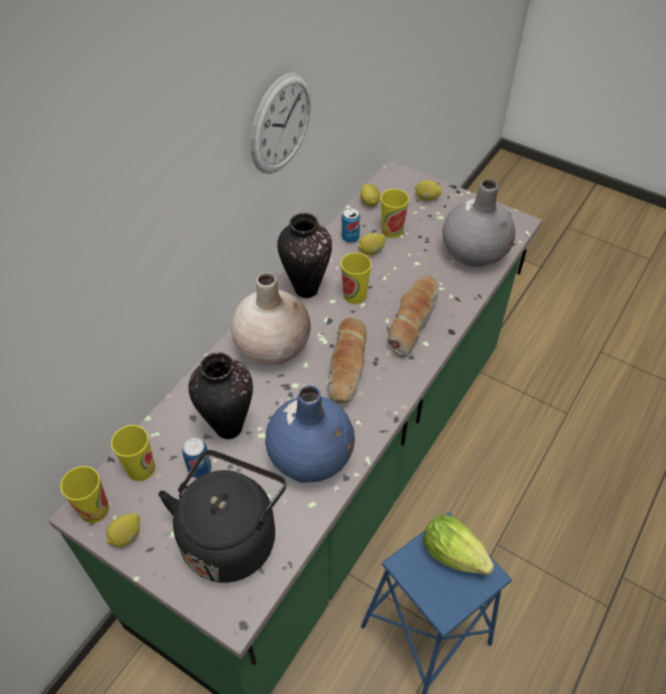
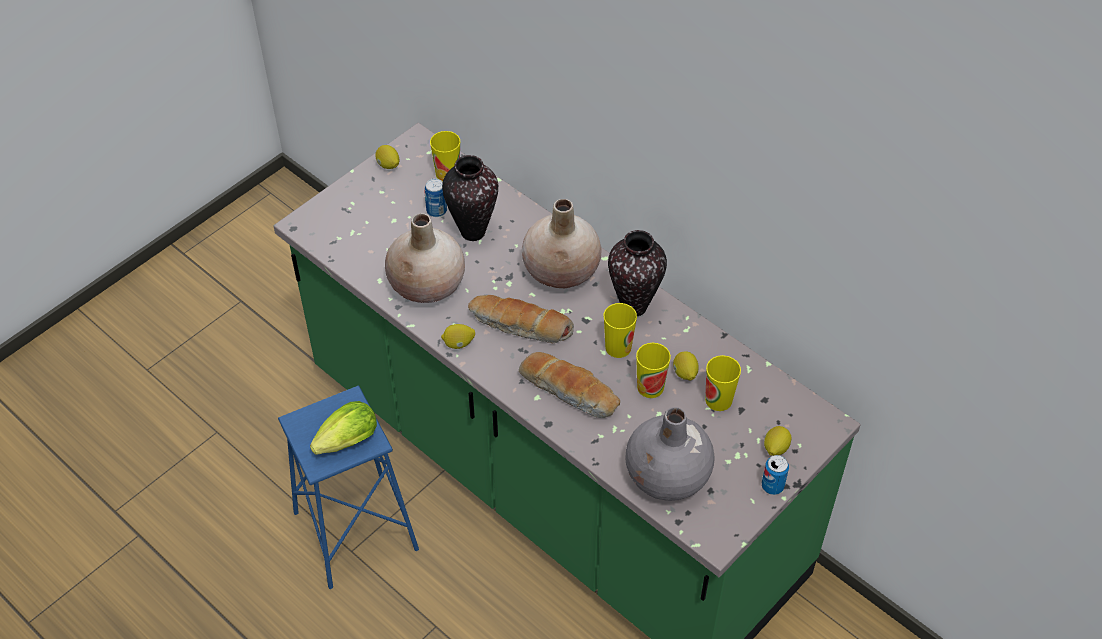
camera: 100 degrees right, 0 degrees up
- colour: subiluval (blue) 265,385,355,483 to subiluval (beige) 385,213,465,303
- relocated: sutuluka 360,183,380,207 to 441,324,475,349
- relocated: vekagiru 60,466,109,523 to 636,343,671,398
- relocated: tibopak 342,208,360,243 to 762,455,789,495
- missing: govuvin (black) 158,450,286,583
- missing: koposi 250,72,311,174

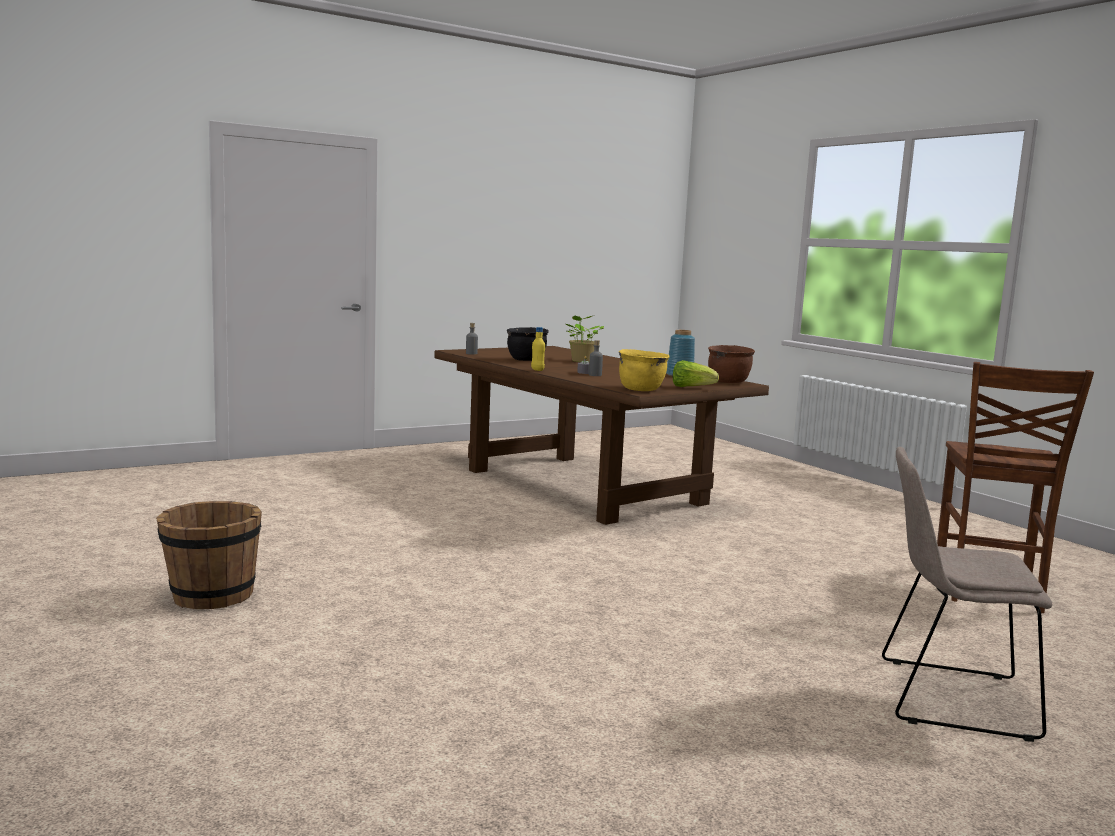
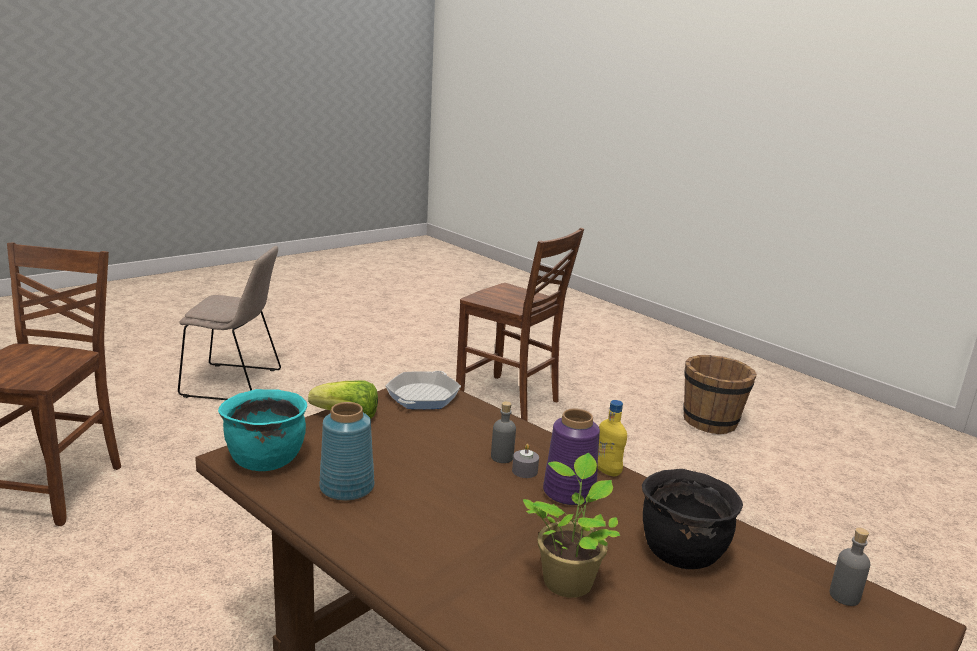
camera: 170 degrees right, 10 degrees up
- colour: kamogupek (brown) 708,345,755,383 to kamogupek (turquoise) 218,389,307,471
- exchanged: kamogupek (yellow) 619,349,669,391 to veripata 386,371,461,409
- appeared: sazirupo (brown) 456,228,584,421
- appeared: subiluval (purple) 543,409,600,505

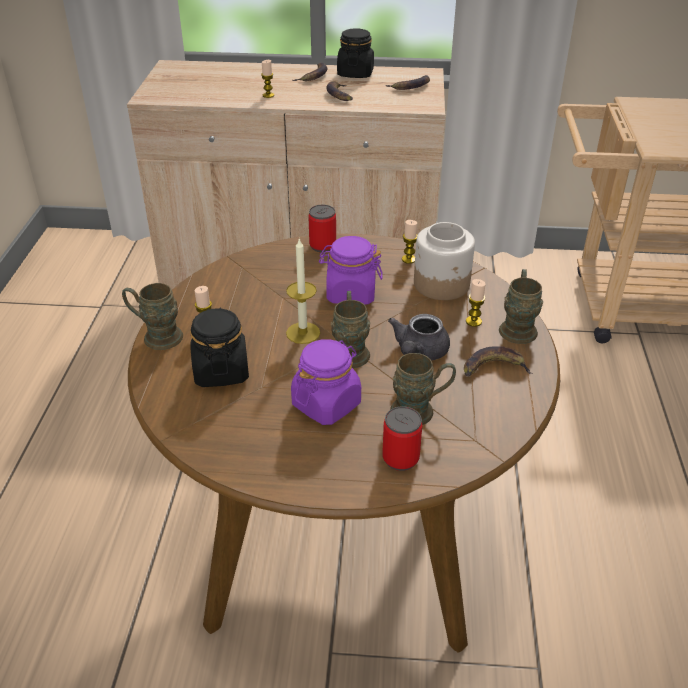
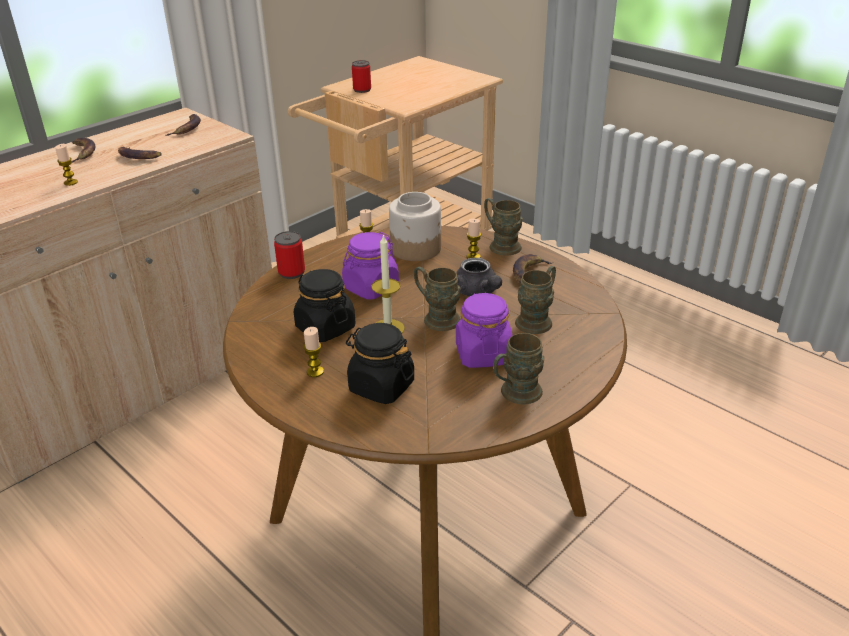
camera: 50 degrees left, 5 degrees down
- relocated: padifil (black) 337,29,374,78 to 294,269,355,342
- relocated: tibopak 382,406,422,471 to 352,60,371,93
- relocated: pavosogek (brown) 122,283,183,350 to 493,333,545,404

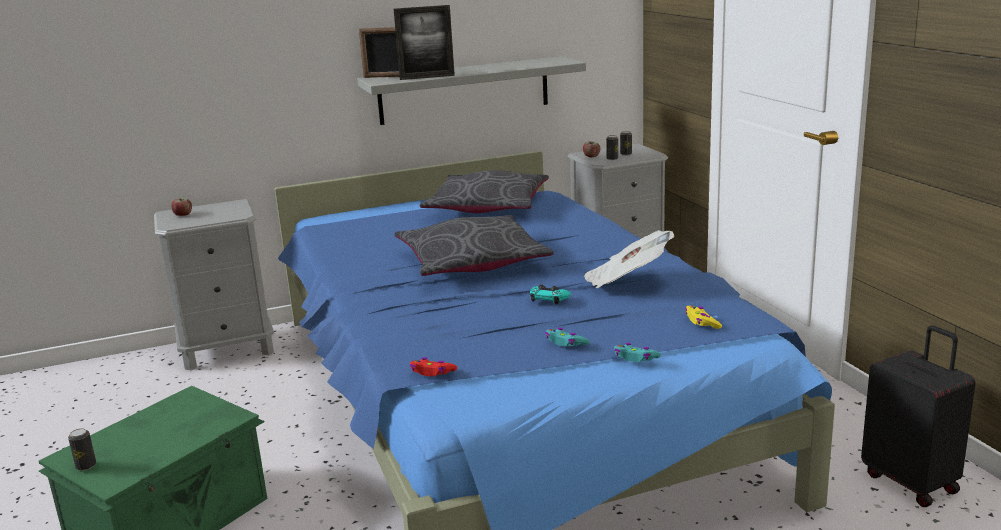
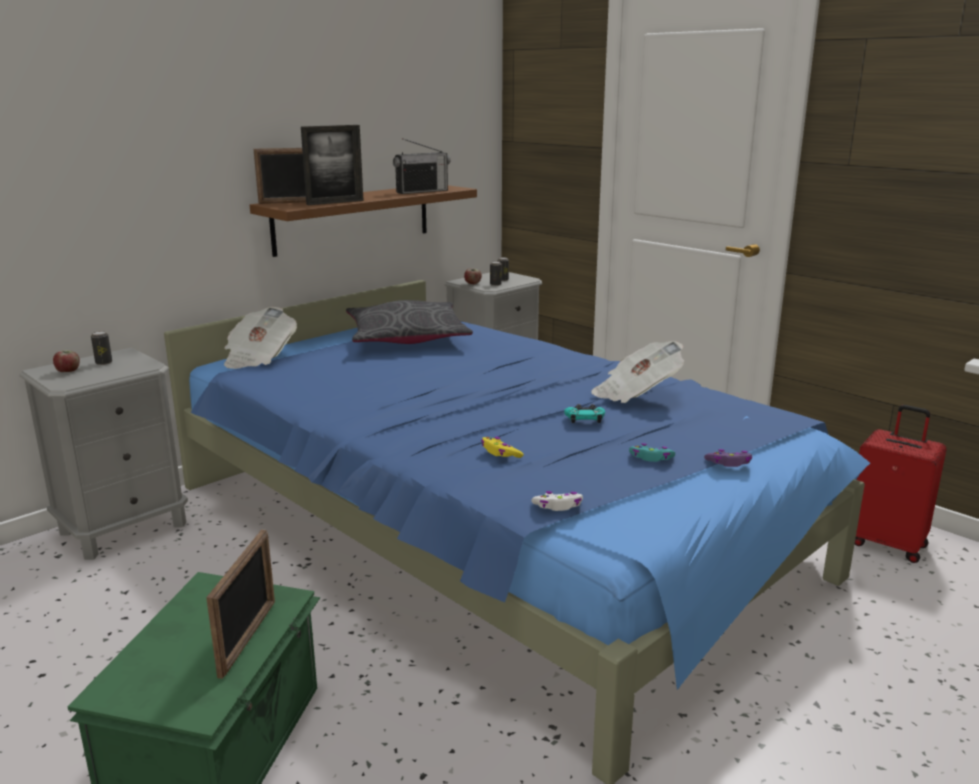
camera: 25 degrees left, 0 degrees up
- relocated: tibopak 68,428,96,471 to 91,331,112,365
- appeared: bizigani 206,529,275,679
- appeared: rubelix 224,307,297,369
- colour: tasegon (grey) 357,56,586,125 to tasegon (brown) 250,185,477,257
- appeared: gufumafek 393,138,450,194
- relocated: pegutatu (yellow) 685,306,722,329 to 481,437,524,458
- colour: pegutatu (red) 410,357,457,376 to pegutatu (white) 531,491,583,511
- colour: pegutatu (turquoise) 614,343,661,362 to pegutatu (purple) 704,449,752,467
- colour: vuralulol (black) 861,325,976,507 to vuralulol (red) 855,405,947,563
- missing: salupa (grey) 394,215,554,276

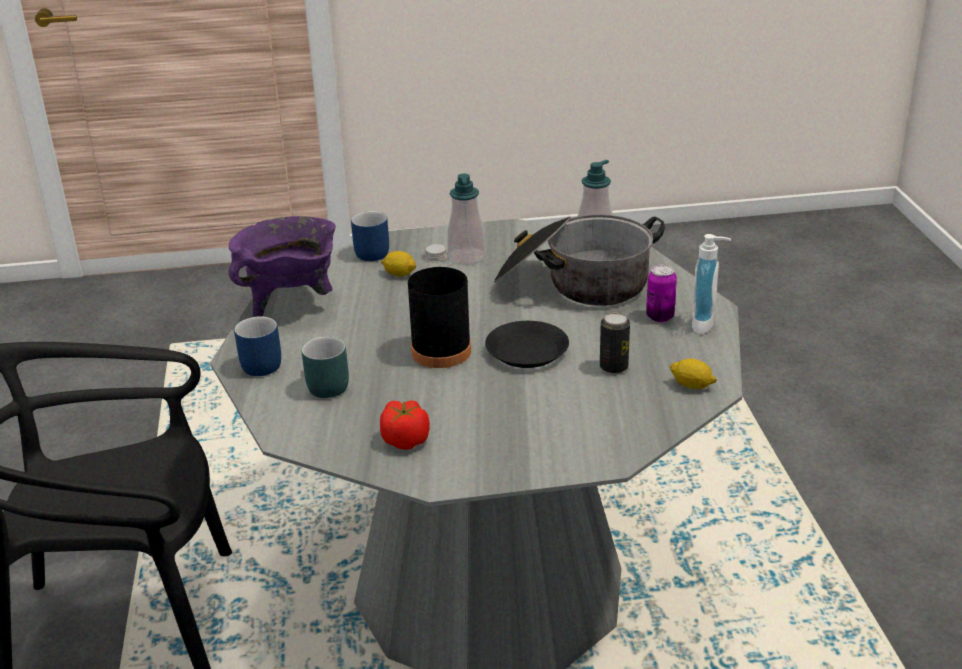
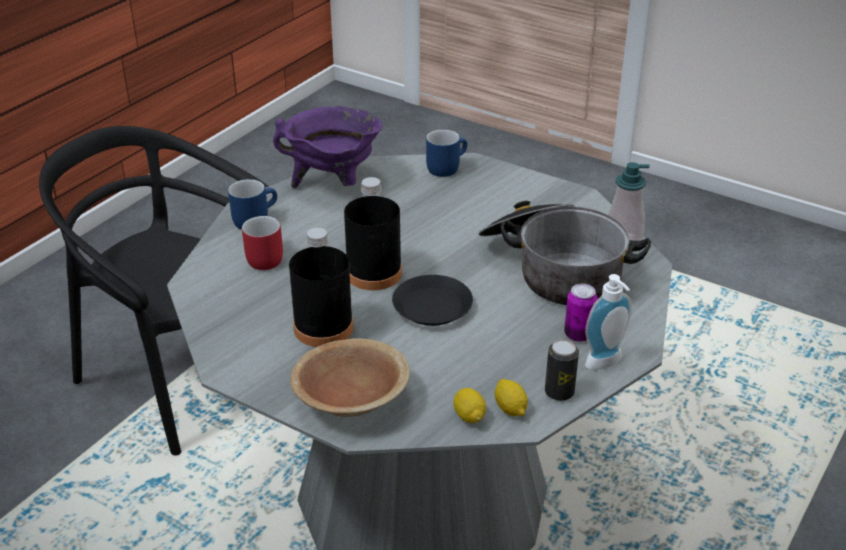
camera: 40 degrees right, 5 degrees up
- colour: pavosogek (turquoise) 301,336,349,398 to pavosogek (red) 242,216,283,270
- appeared: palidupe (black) 289,228,353,347
- appeared: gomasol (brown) 290,338,410,417
- relocated: sutuluka 381,251,416,277 to 453,388,486,423
- relocated: tibopak 600,313,630,374 to 545,340,579,401
- missing: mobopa 380,400,430,450
- missing: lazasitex 447,174,486,265

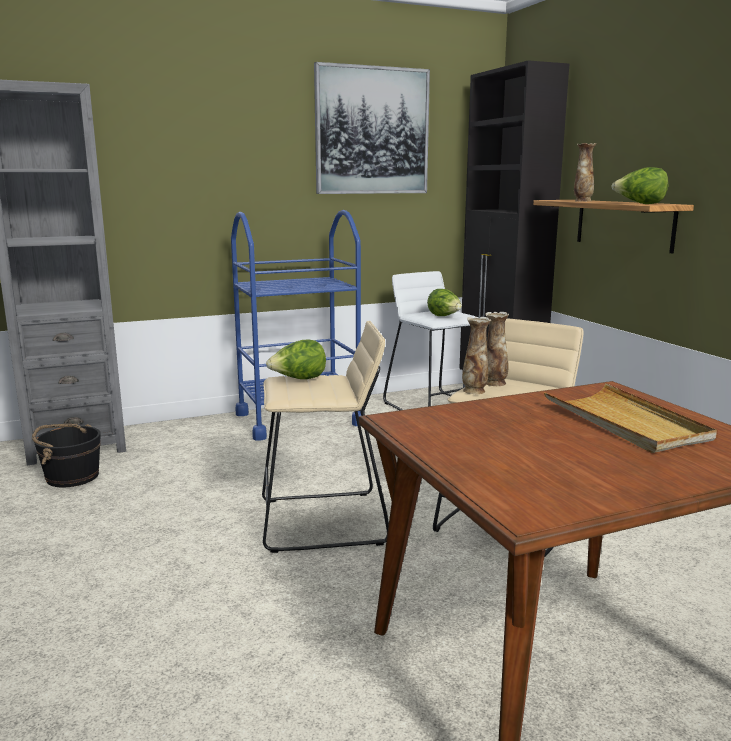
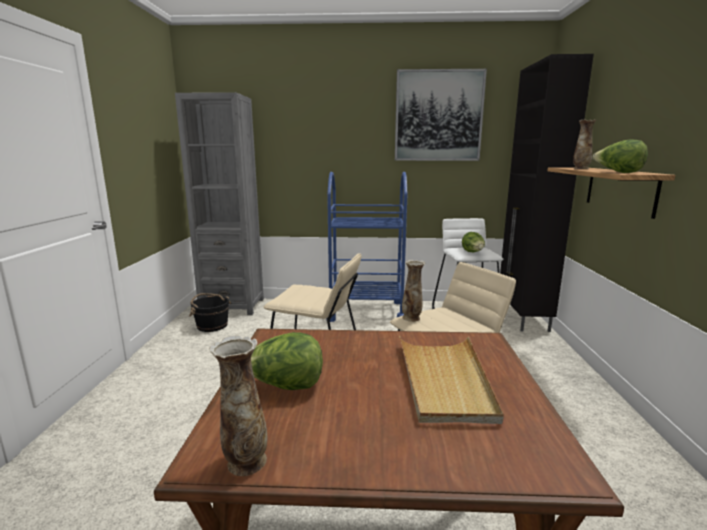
camera: 25 degrees right, 0 degrees up
- relocated: subiluval 486,312,509,386 to 209,336,268,476
- relocated: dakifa 266,339,326,379 to 251,332,323,390

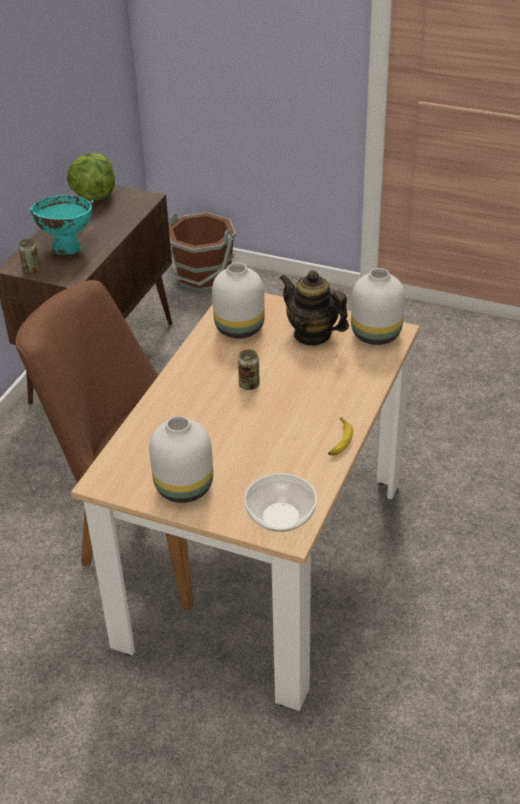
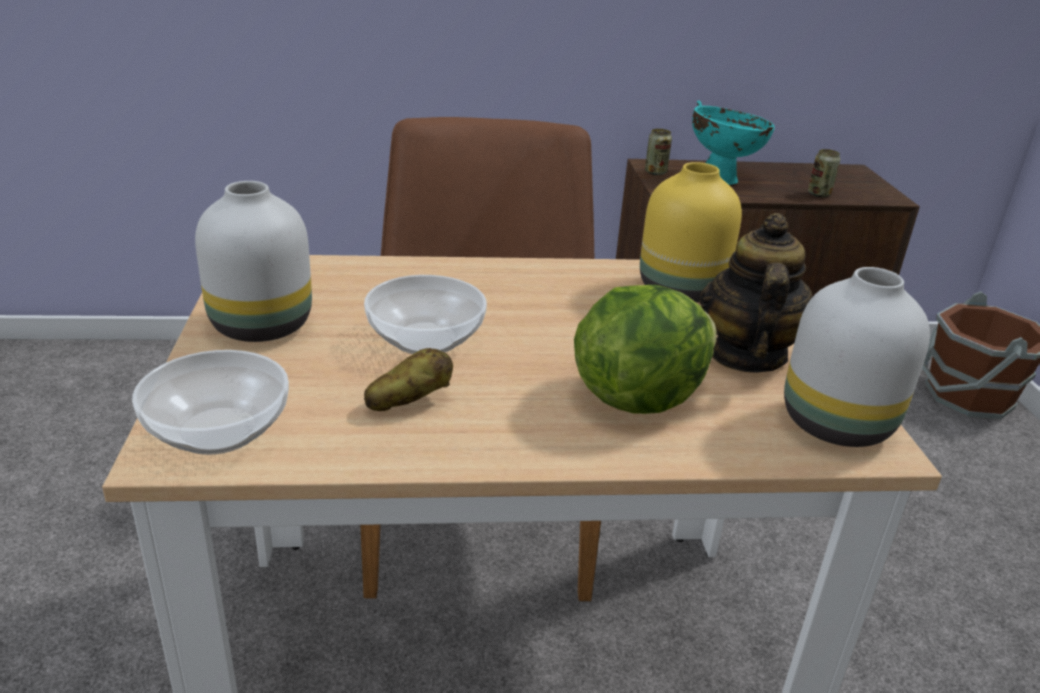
camera: 60 degrees right, 10 degrees down
- appeared: gomasol 364,275,487,354
- appeared: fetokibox 364,348,453,411
- relocated: dakifa 67,153,115,200 to 574,285,717,414
- colour: subiluval (white) 212,262,265,338 to subiluval (yellow) 640,162,742,303
- relocated: tibopak 238,349,260,390 to 808,149,840,197
- missing: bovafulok 328,417,353,455

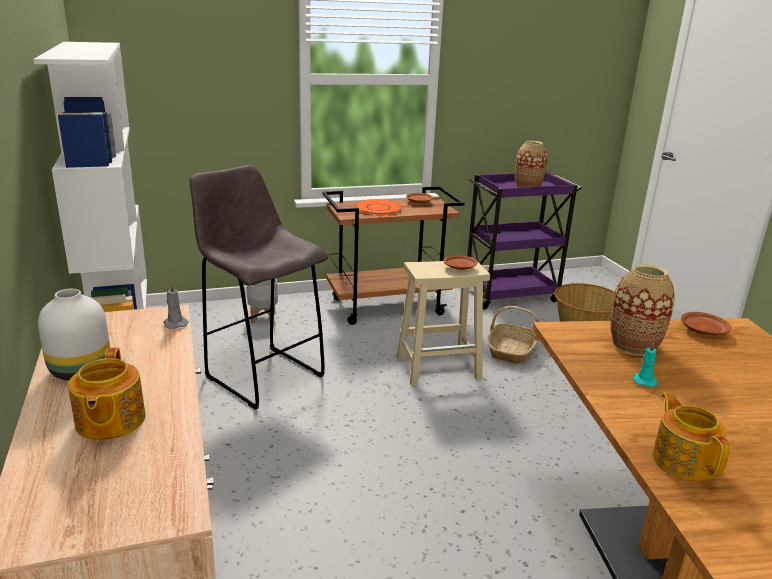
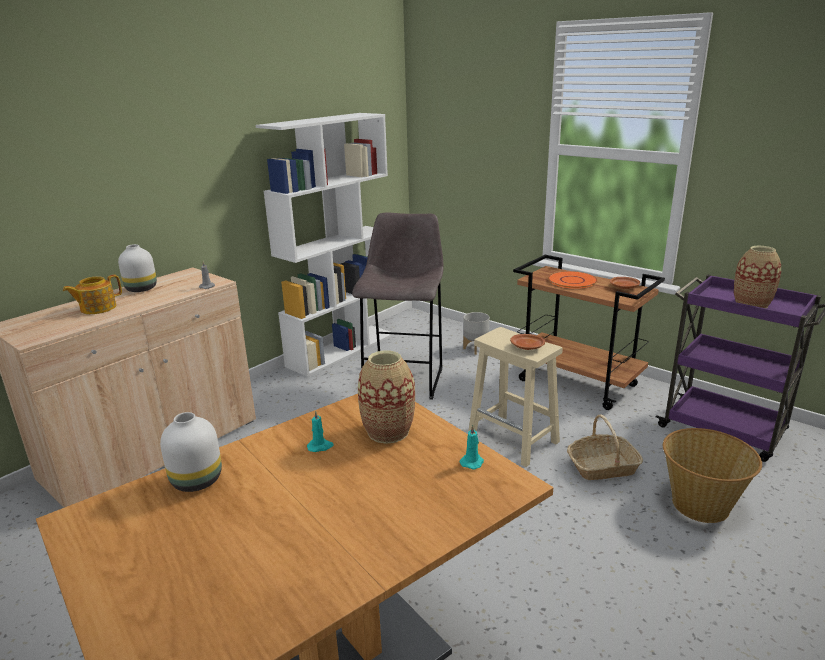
camera: 60 degrees right, 0 degrees up
- exchanged: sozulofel 652,392,731,482 to subiluval (white) 160,412,222,492
- exchanged: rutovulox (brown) 681,312,731,335 to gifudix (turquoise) 460,425,484,469

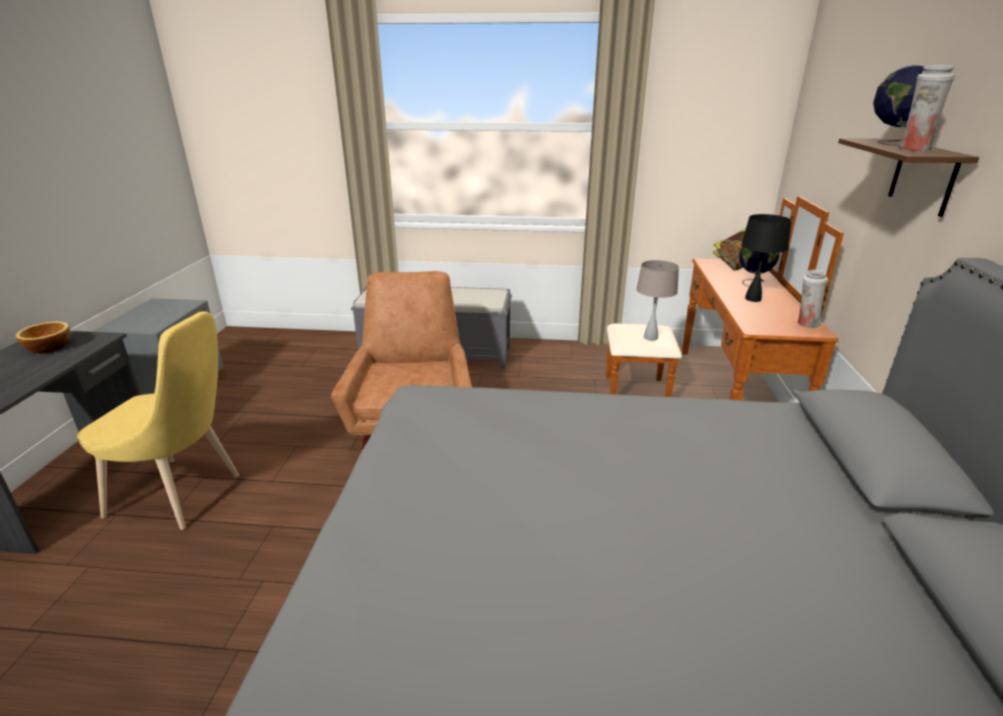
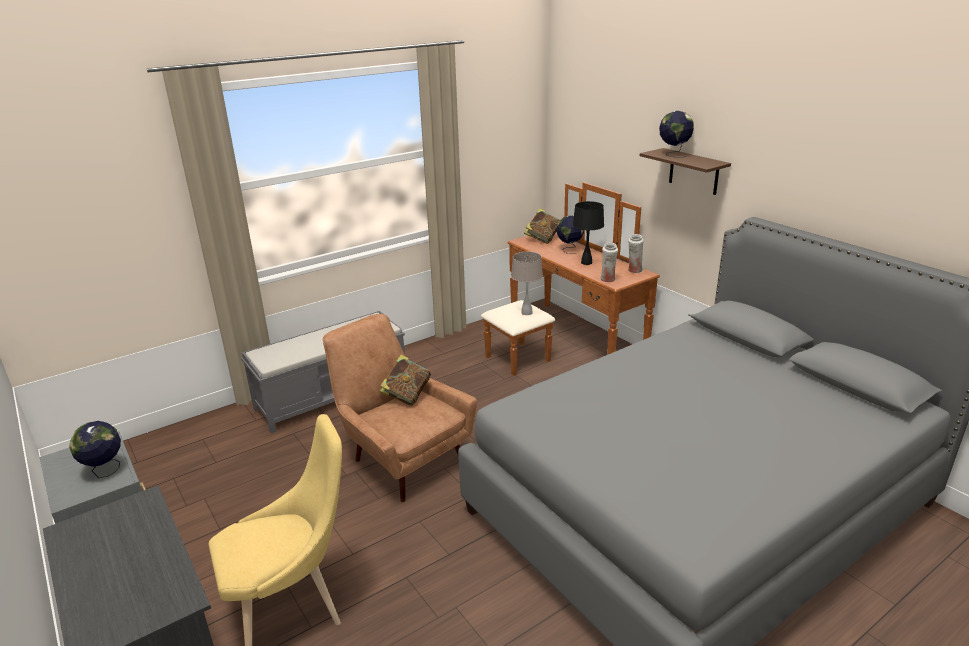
camera: 40 degrees left, 0 degrees up
- appeared: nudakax 69,421,121,478
- appeared: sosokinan 380,355,431,406
- relocated: subiluval (white) 898,65,955,151 to 600,243,618,282
- missing: gomasol 15,321,70,354

